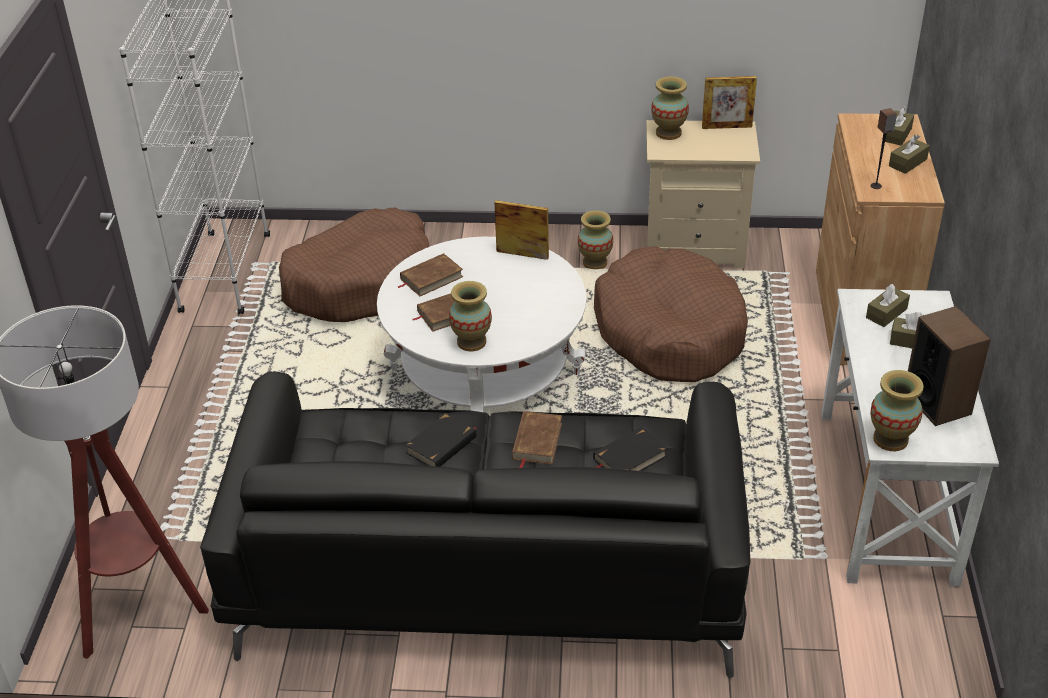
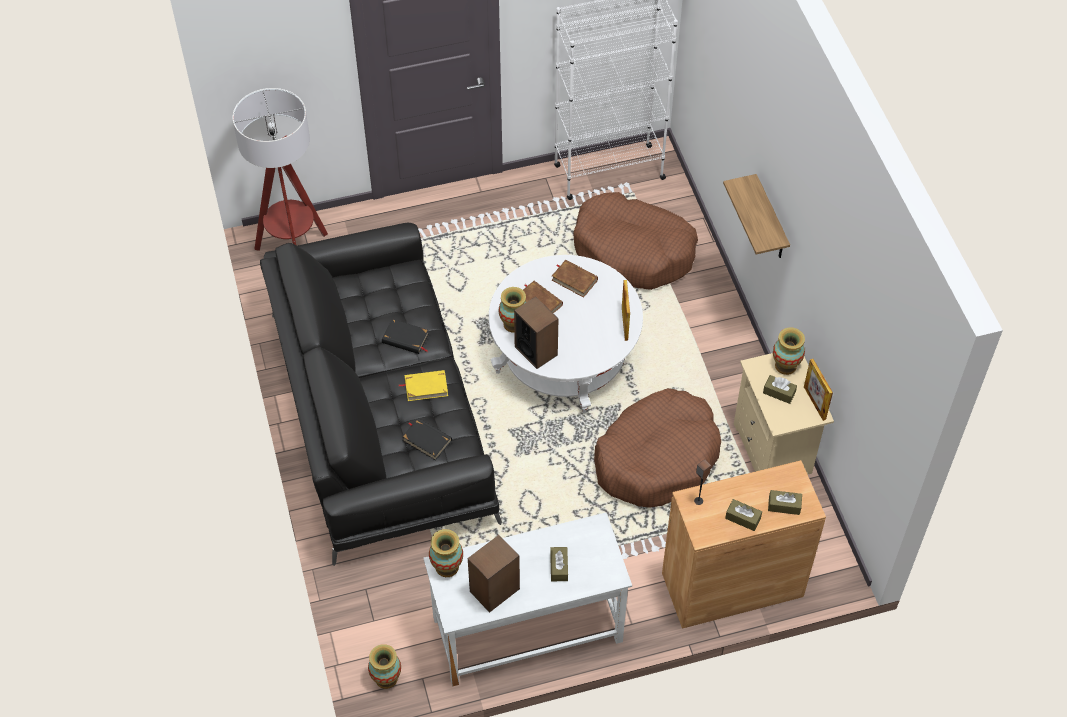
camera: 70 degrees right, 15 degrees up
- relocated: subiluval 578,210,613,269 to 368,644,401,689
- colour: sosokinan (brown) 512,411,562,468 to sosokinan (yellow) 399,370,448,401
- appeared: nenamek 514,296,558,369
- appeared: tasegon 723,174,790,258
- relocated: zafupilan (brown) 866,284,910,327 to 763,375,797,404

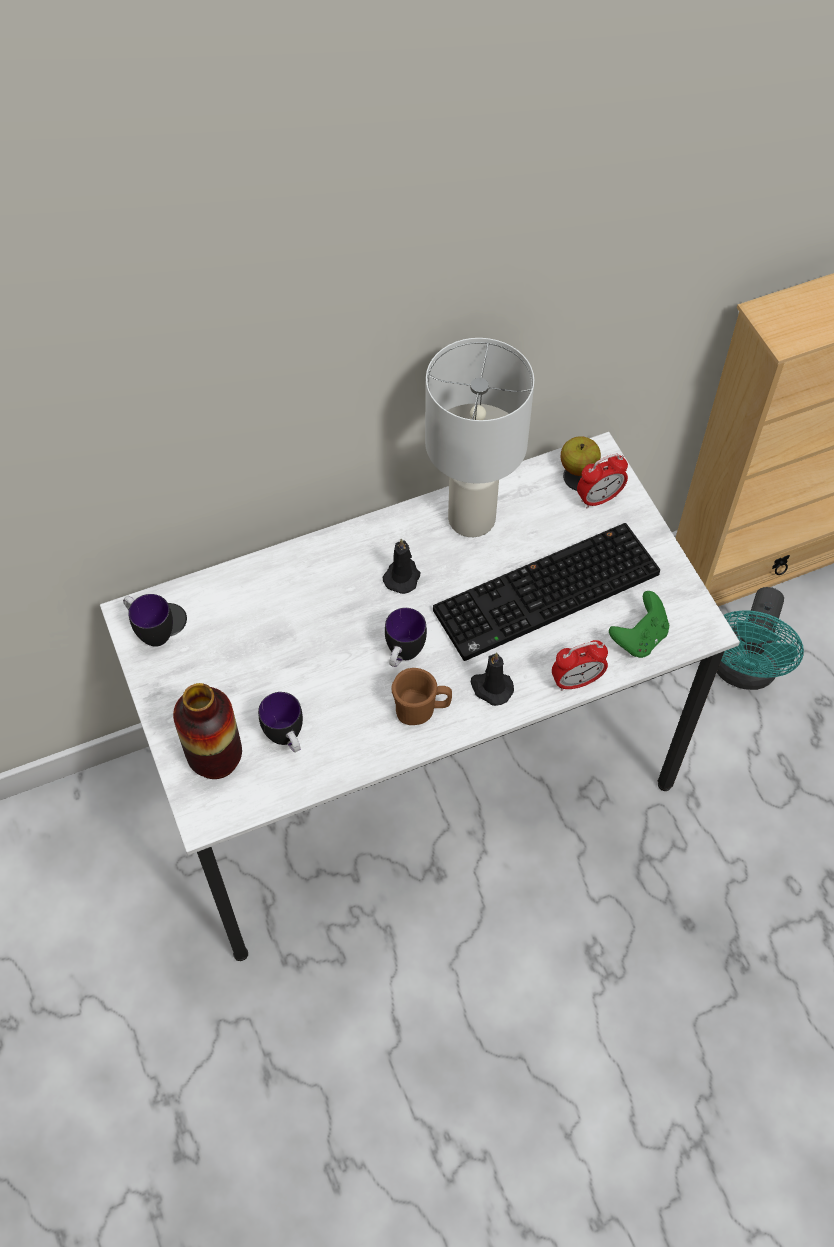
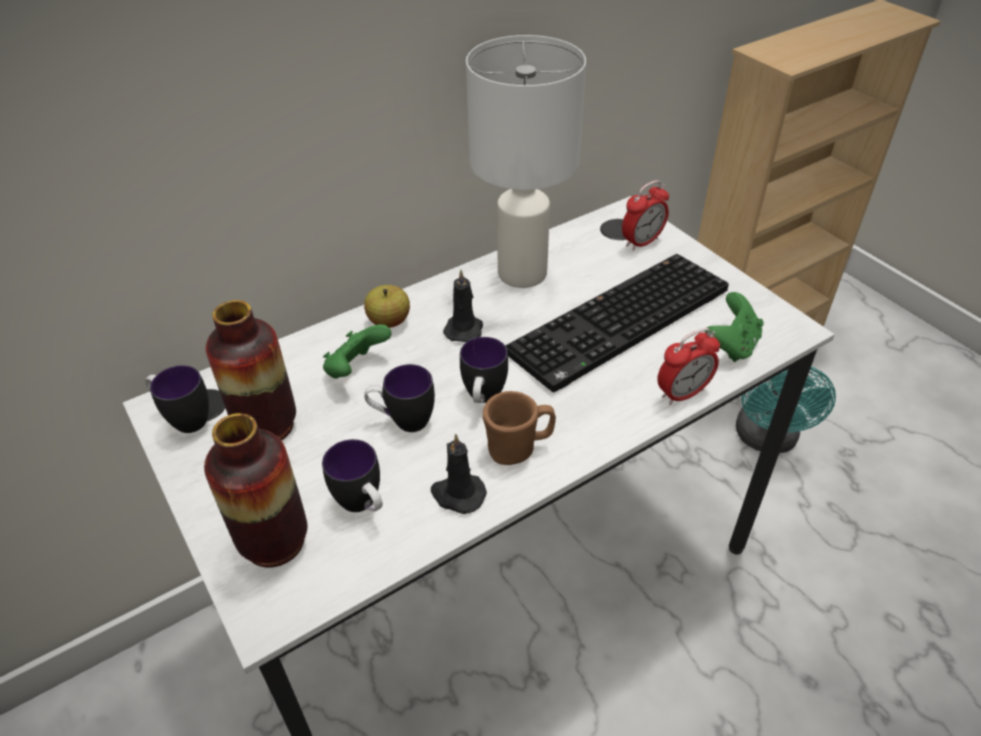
camera: 10 degrees left, 15 degrees down
- appeared: subiluval 206,300,296,441
- appeared: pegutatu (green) 323,324,392,378
- relocated: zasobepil 561,436,601,476 to 364,285,410,328
- appeared: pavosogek 364,364,435,432
- relocated: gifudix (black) 471,652,514,706 to 431,434,487,514

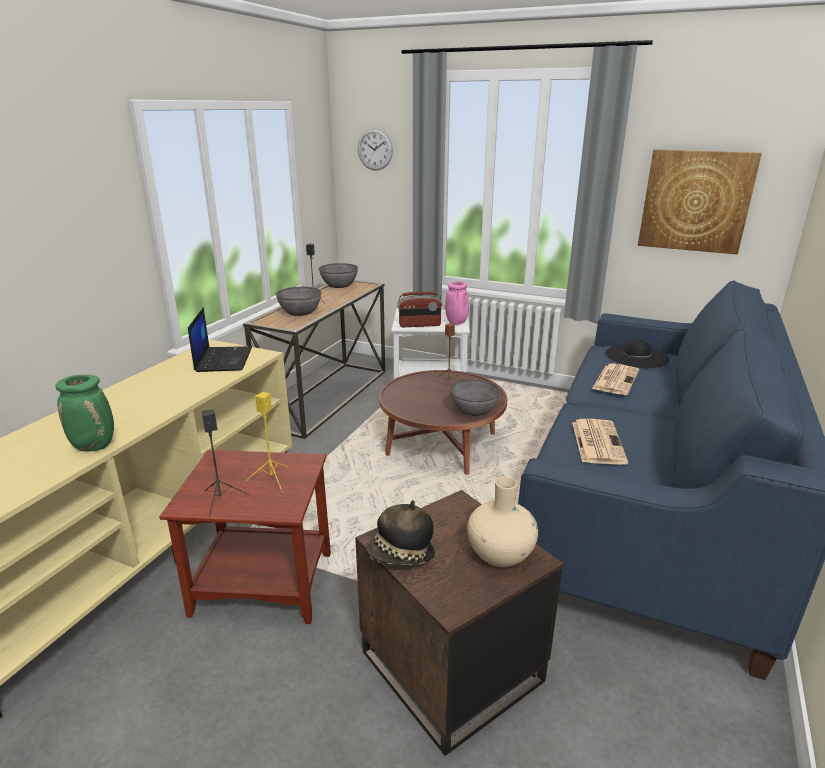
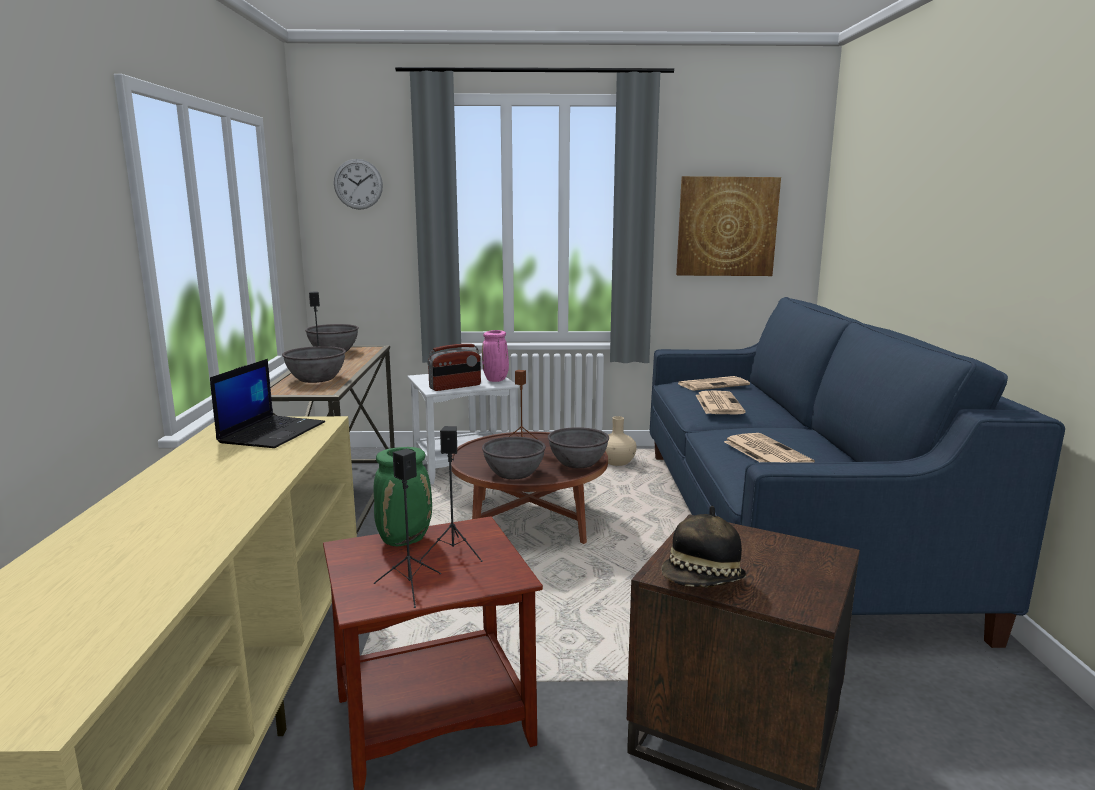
camera: 25 degrees left, 10 degrees down
- spun: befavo 188,307,252,372 = 210,359,325,448 45 degrees clockwise
- relocated: subiluval (green) 55,375,114,451 to 374,447,432,546
- colour: nenamek (yellow) 246,392,288,492 to nenamek (black) 419,426,483,562
- appeared: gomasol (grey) 482,437,546,479
- relocated: subiluval (beige) 467,477,538,567 to 605,416,637,466
- exchanged: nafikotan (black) 605,339,669,368 to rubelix 678,376,750,391

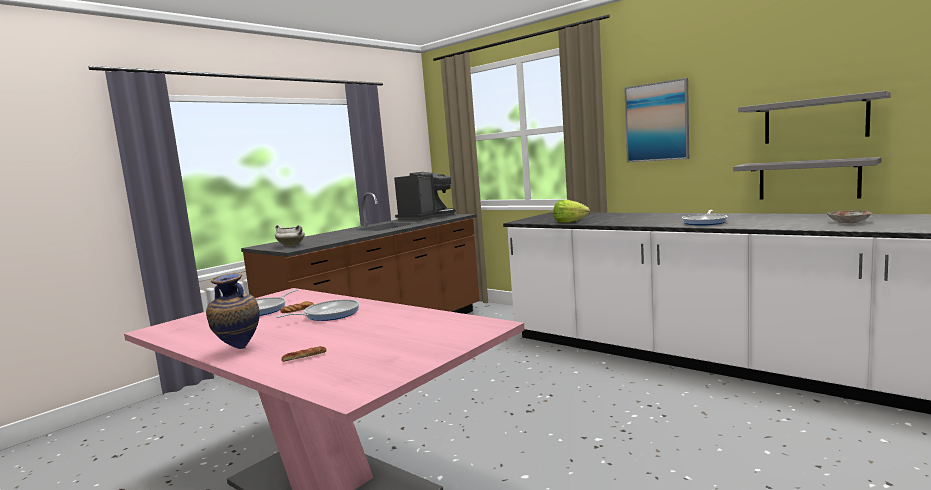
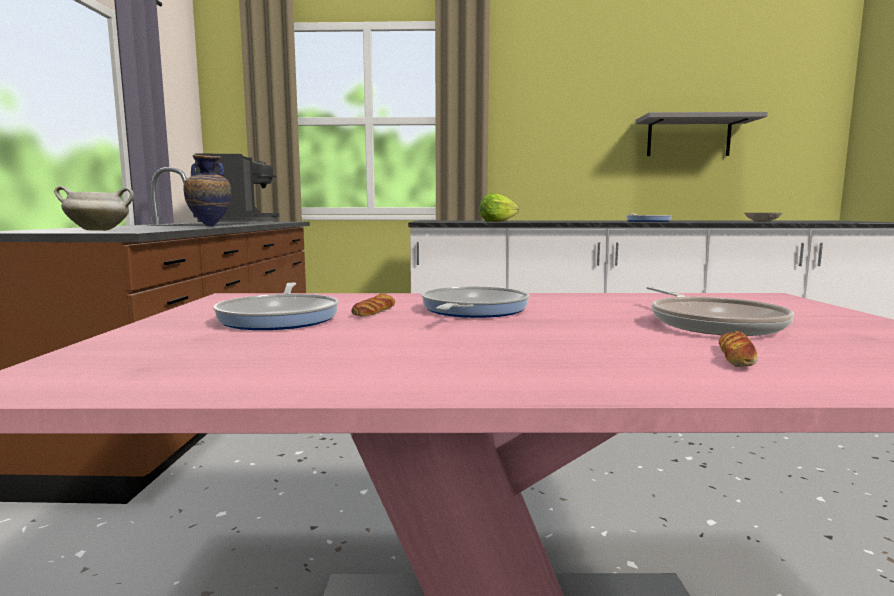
camera: 40 degrees left, 0 degrees up
- relocated: subiluval 206,272,260,349 to 183,155,231,226
- appeared: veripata 646,286,794,336
- missing: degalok 624,78,689,163
- missing: tasegon (grey) 733,157,882,199

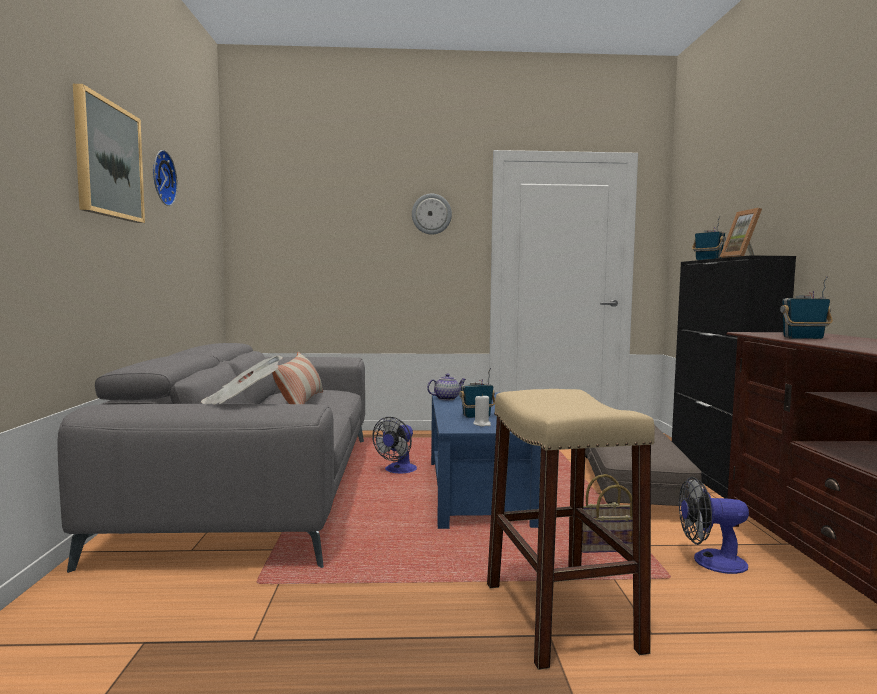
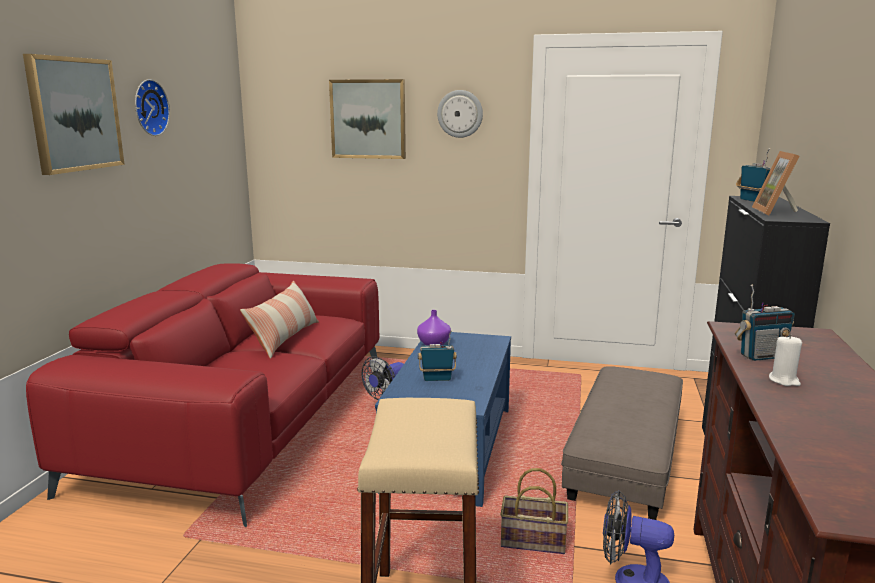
camera: 15 degrees right, 10 degrees up
- colour: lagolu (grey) 57,343,365,573 to lagolu (red) 26,263,379,527
- appeared: degalok 329,79,406,159
- exchanged: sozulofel 427,374,466,400 to subiluval (purple) 417,310,451,346
- spun: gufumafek 780,276,833,339 = 735,285,795,361 150 degrees clockwise
- relocated: gifudix (white) 473,394,491,427 to 769,334,802,386
- missing: rubelix 201,356,283,405

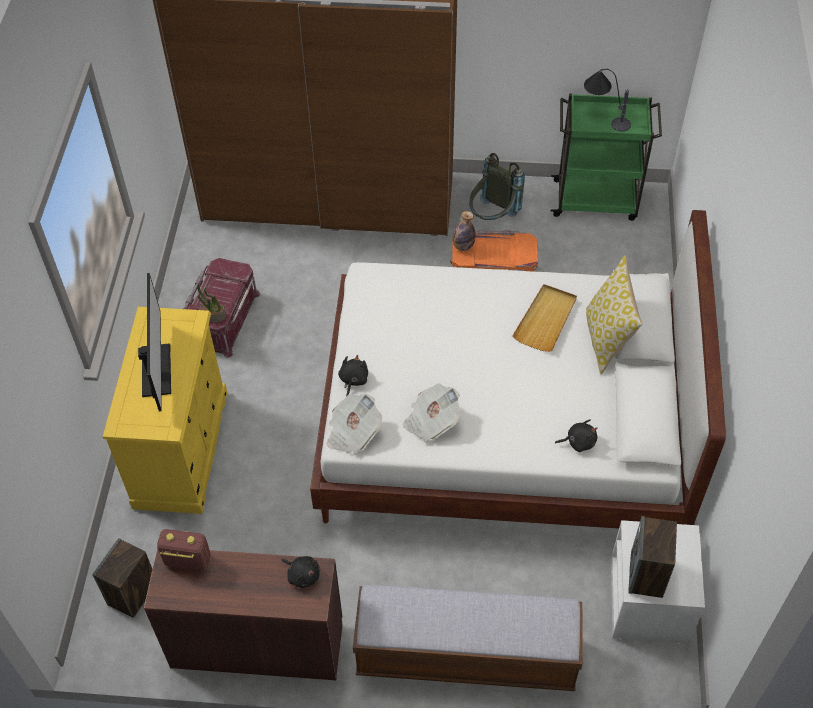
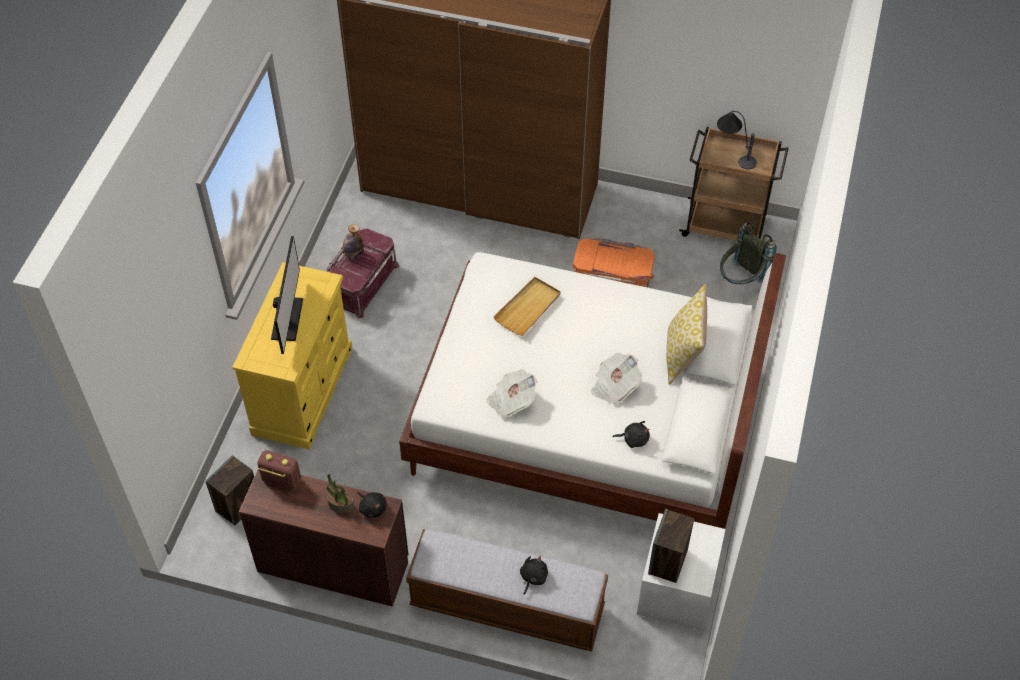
camera: 10 degrees right, 0 degrees up
- relocated: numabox 197,285,226,323 to 327,474,354,513
- relocated: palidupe 452,211,475,251 to 343,224,364,260
- relocated: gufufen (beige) 512,284,577,352 to 493,277,561,336
- relocated: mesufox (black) 338,355,368,397 to 520,556,548,595
- relocated: rubelix 327,394,382,455 to 591,353,642,405
- colour: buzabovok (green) 551,93,662,221 to buzabovok (brown) 679,127,789,241
- relocated: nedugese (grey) 469,153,525,220 to 720,222,777,284

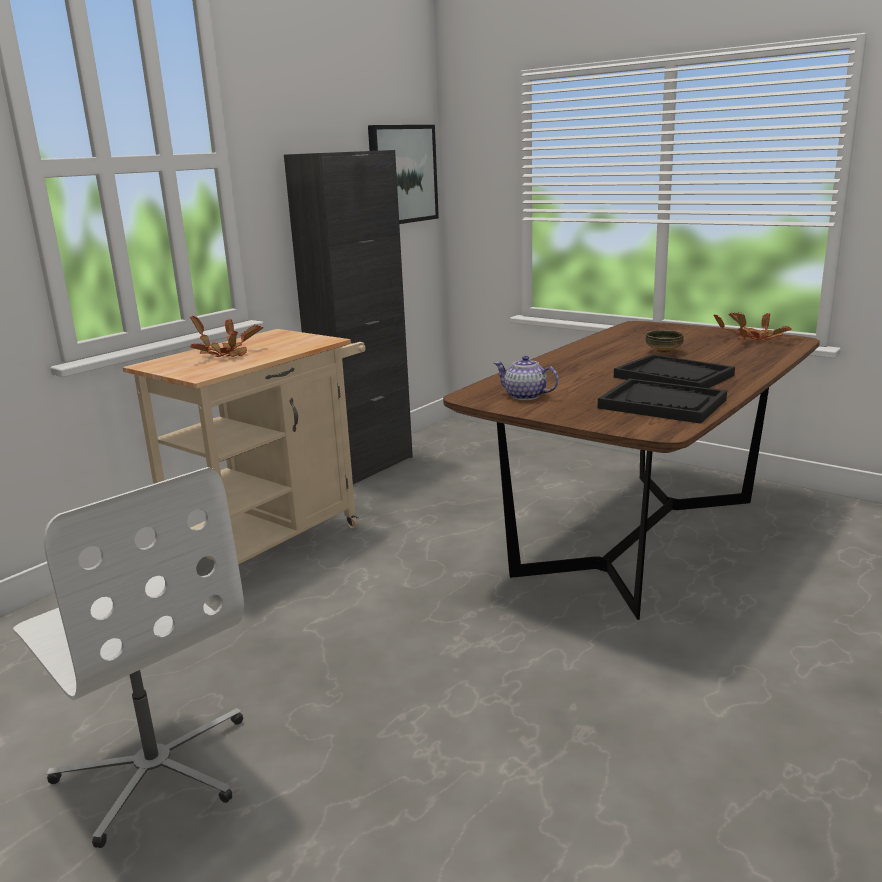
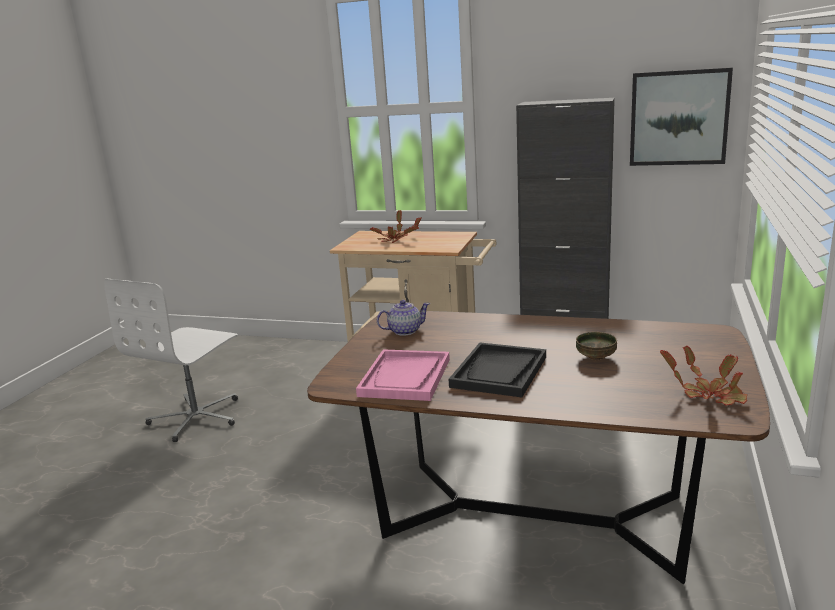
camera: 70 degrees right, 0 degrees up
- colour: gufufen (black) 598,379,727,424 to gufufen (pink) 356,349,450,401
- spun: sozulofel 494,356,559,400 = 377,300,430,336 60 degrees clockwise

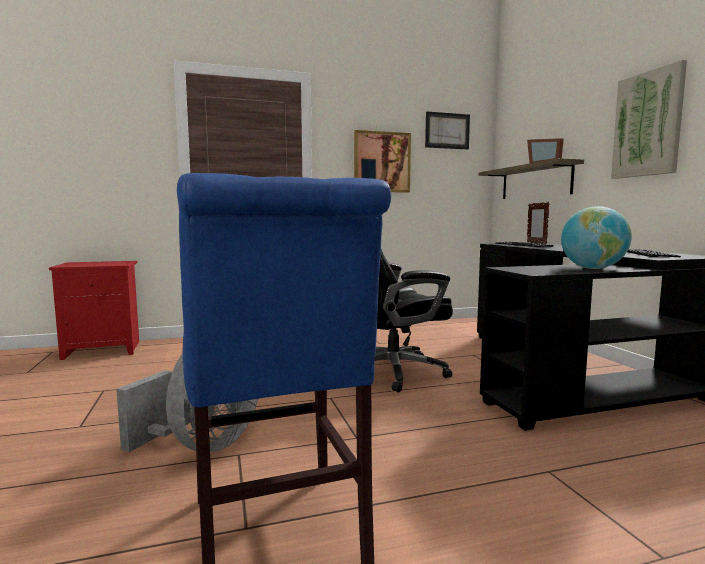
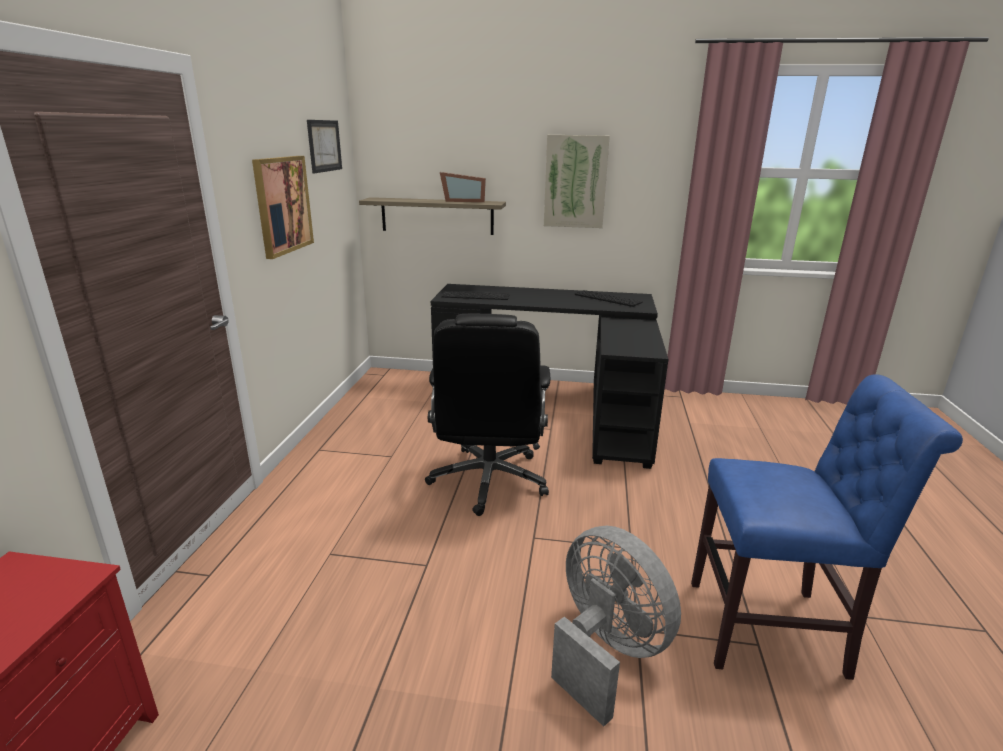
camera: 65 degrees left, 15 degrees up
- missing: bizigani 527,202,550,244
- missing: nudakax 561,206,632,269

